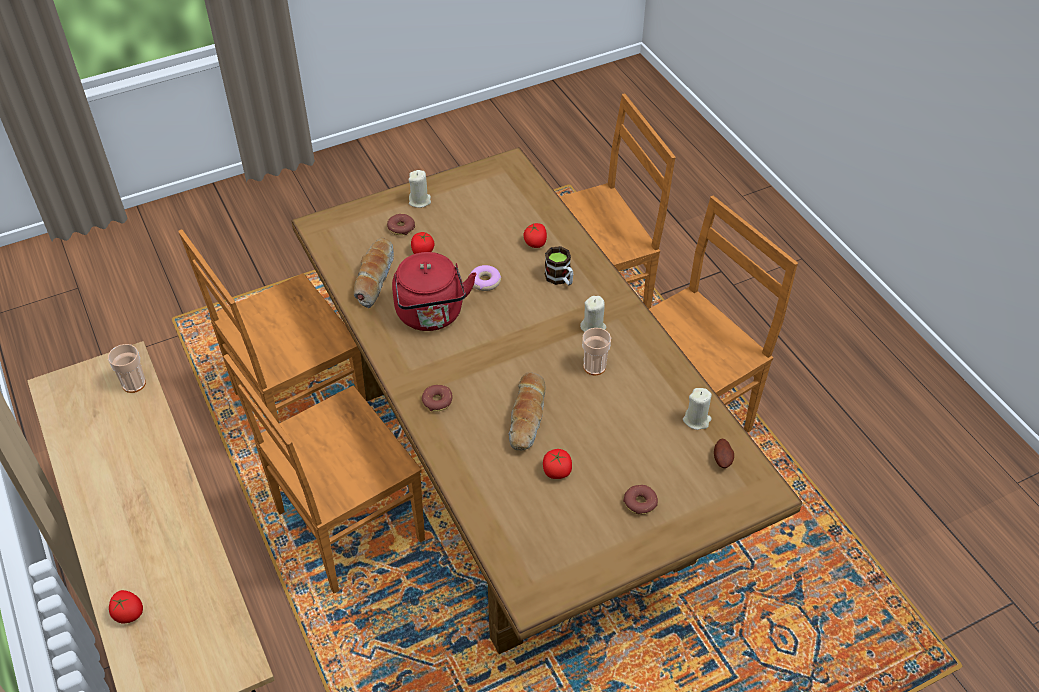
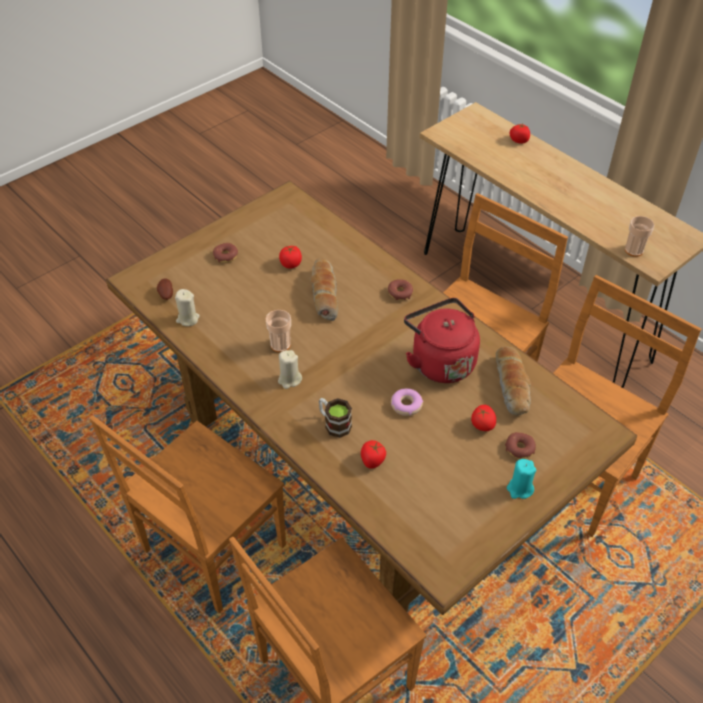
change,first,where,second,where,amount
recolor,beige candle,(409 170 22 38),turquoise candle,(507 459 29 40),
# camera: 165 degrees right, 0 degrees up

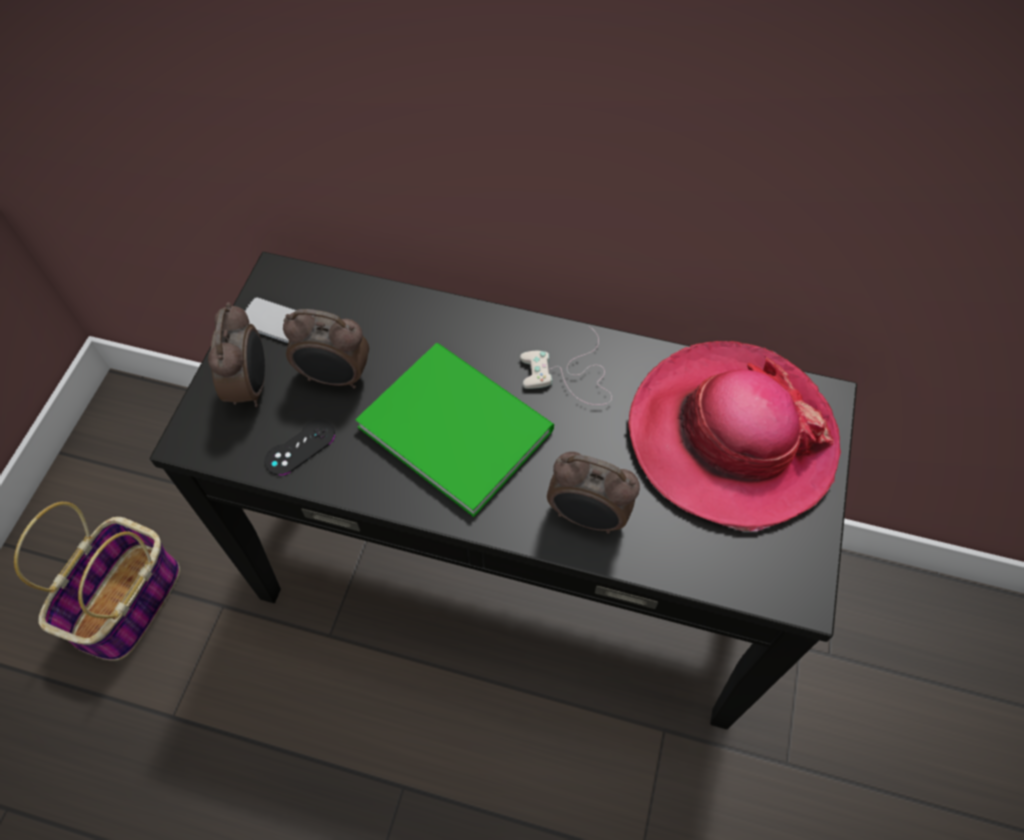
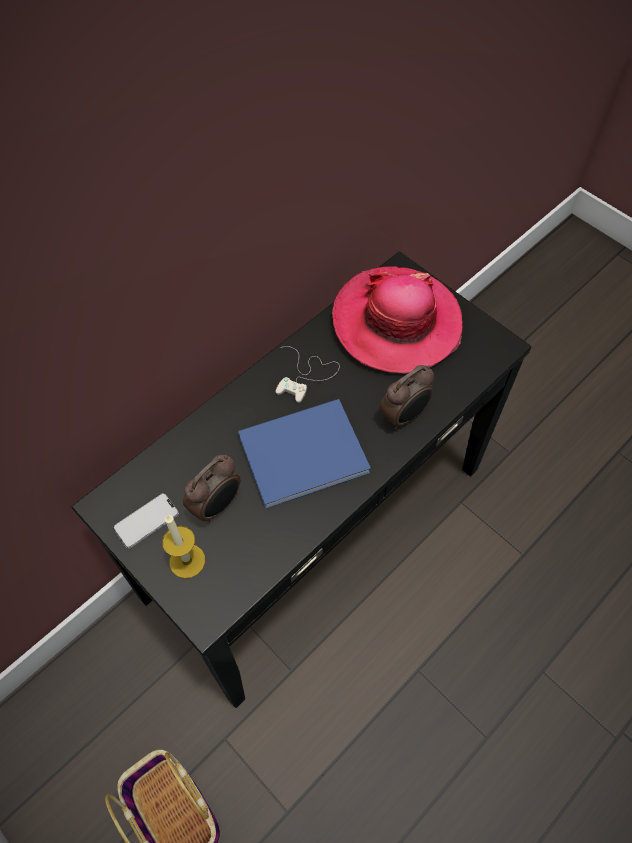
change,first,where,second,where,amount
replace,alarm clock,(208 302 57 105),candle,(162 515 43 64),
recolor,green book,(355 343 199 174),blue book,(238 399 133 110),
delete,black game controller,(265 419 70 56),,,
# camera: 60 degrees left, 0 degrees up

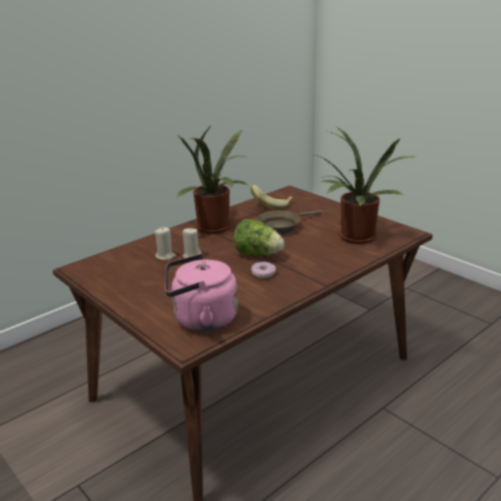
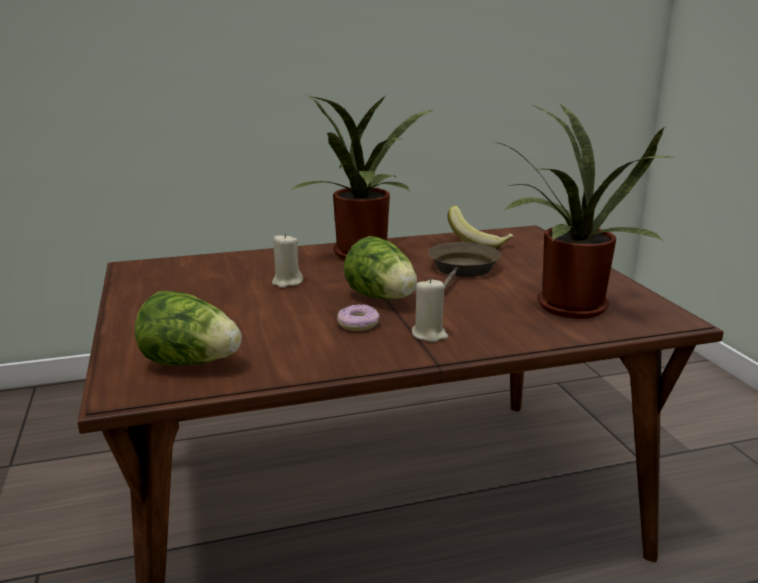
change,first,where,second,where,amount
rotate,brown frying pan,(256 210 66 24),,(428 242 73 49),120 degrees clockwise
move,beige candle,(155 227 21 33),,(412 278 36 64),
replace,pink kettle,(165 254 73 77),lettuce,(135 291 107 74),
# camera: 25 degrees right, 5 degrees down

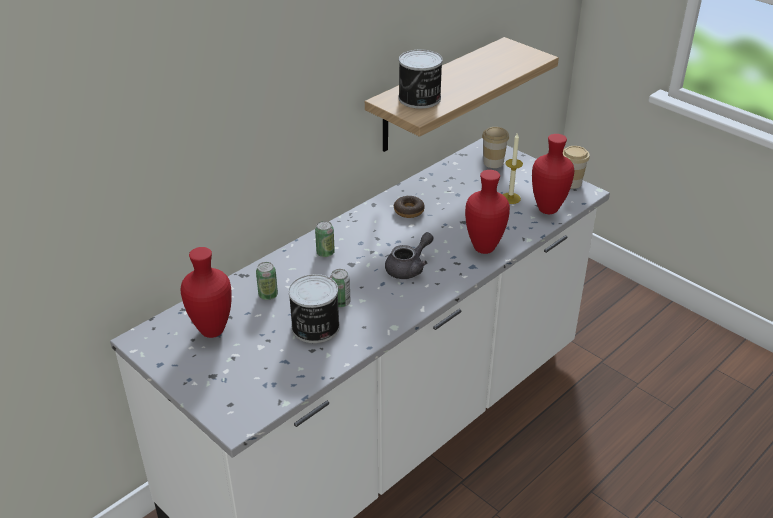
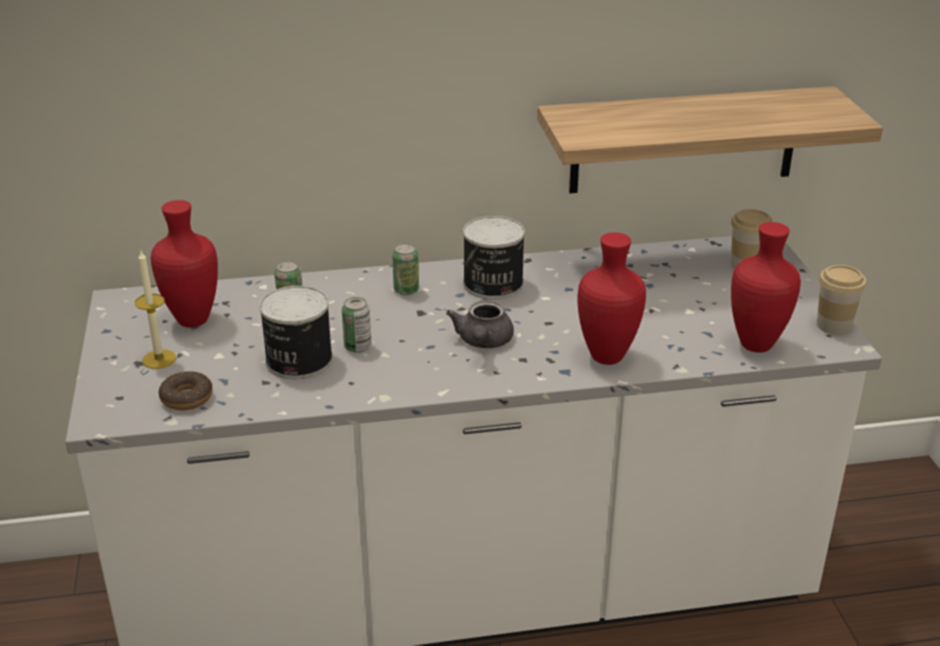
change,first,where,second,where,amount
move,can,(398 50 45 59),,(463 216 62 83),
move,candle,(503 133 20 71),,(135 251 41 118),
move,donut,(394 196 31 22),,(159 371 54 39),
rotate,grey teapot,(385 232 49 47),,(446 300 68 48),105 degrees clockwise
# camera: 35 degrees right, 5 degrees down

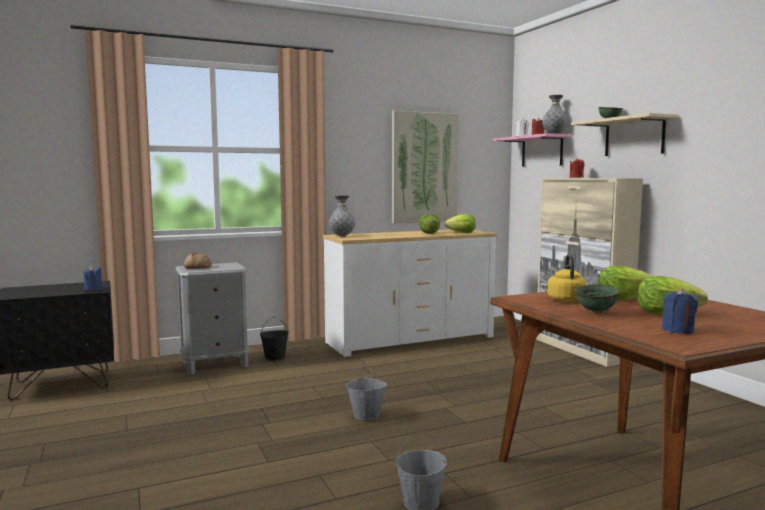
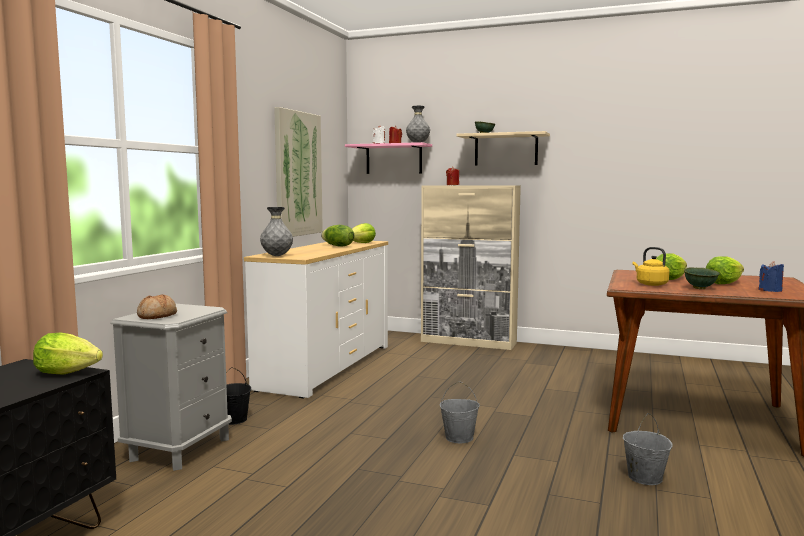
change,first,where,second,where,amount
replace,blue candle,(83 265 20 26),lettuce,(33 332 70 43),
# camera: 45 degrees left, 0 degrees up

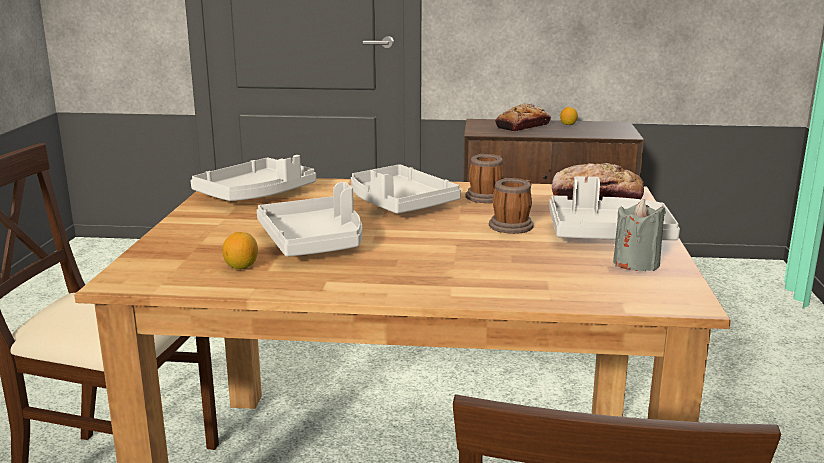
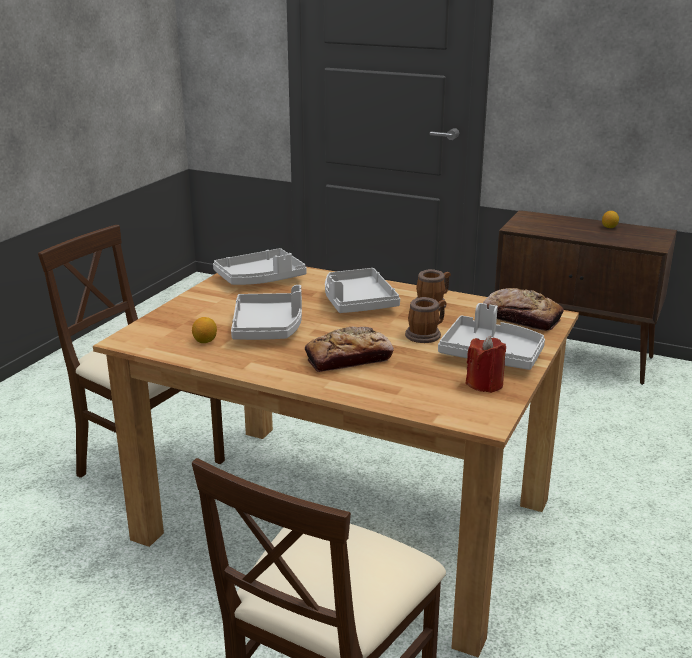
change,first,where,second,where,amount
move,bread,(495 104 56 28),,(305 327 89 45),
recolor,grey candle,(613 199 53 72),red candle,(466 336 40 57),
# camera: 20 degrees right, 5 degrees up

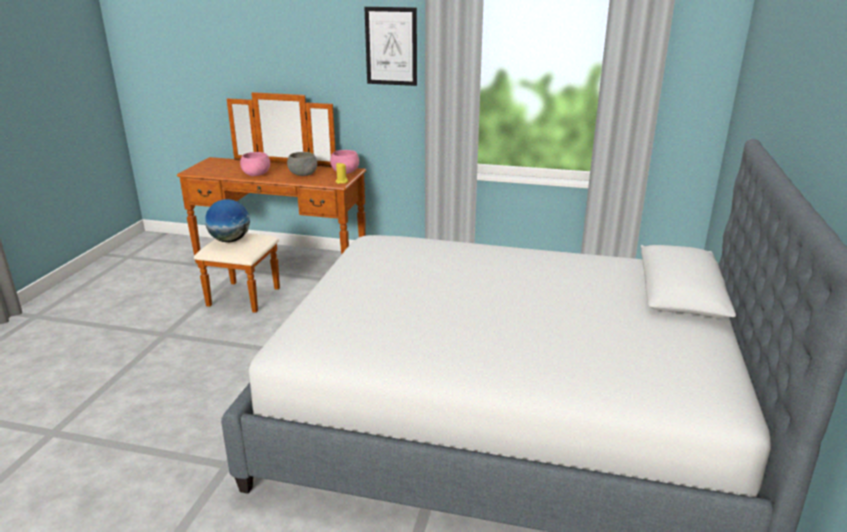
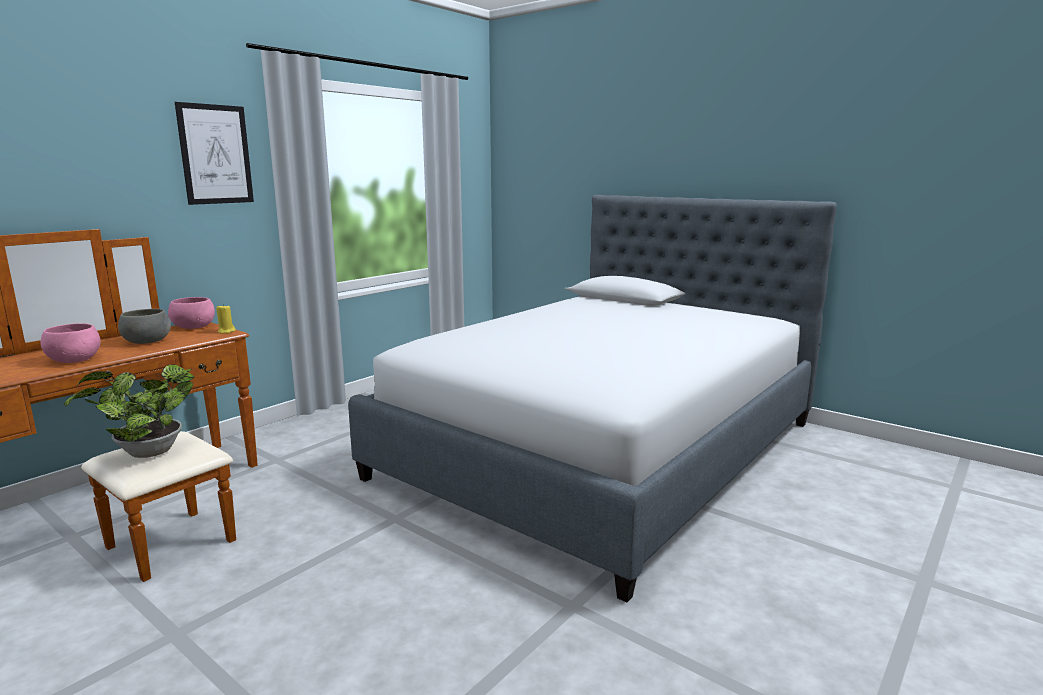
change,first,where,second,where,amount
replace,globe,(205 199 45 43),potted plant,(64 364 130 94),
# camera: 65 degrees left, 10 degrees down

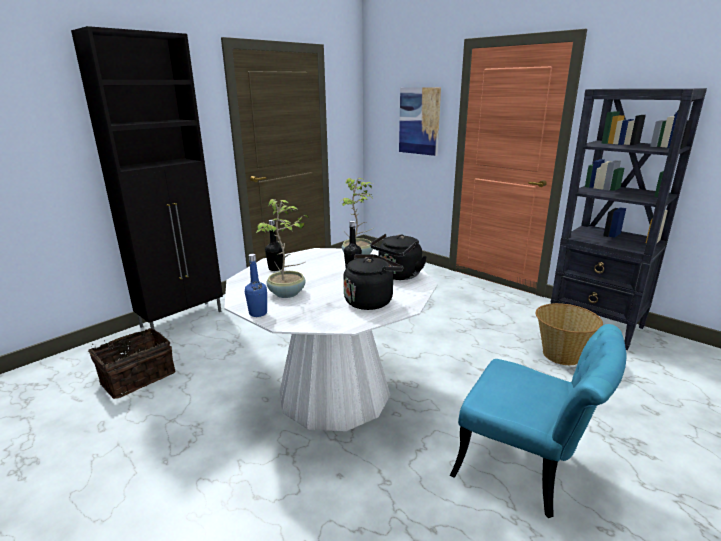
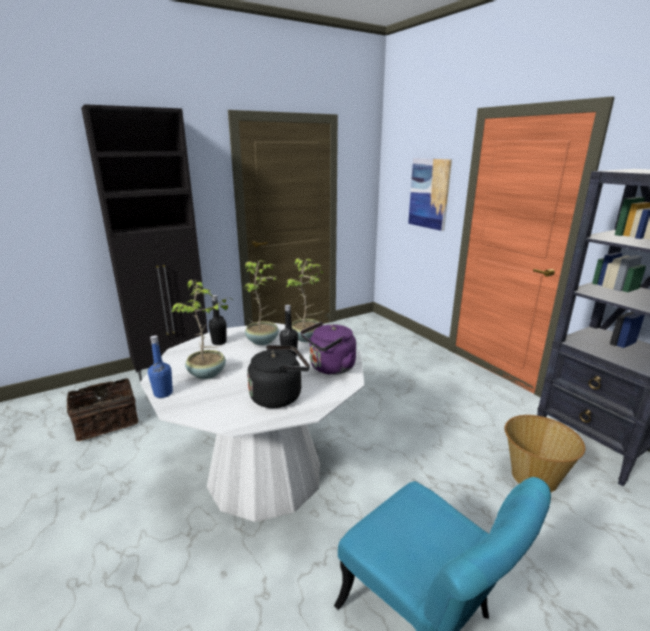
change,first,where,second,where,amount
recolor,black kettle,(370 234 57 46),purple kettle,(301 322 55 53),
insert,,,potted plant,(242 260 37 85),
# camera: 15 degrees right, 0 degrees up

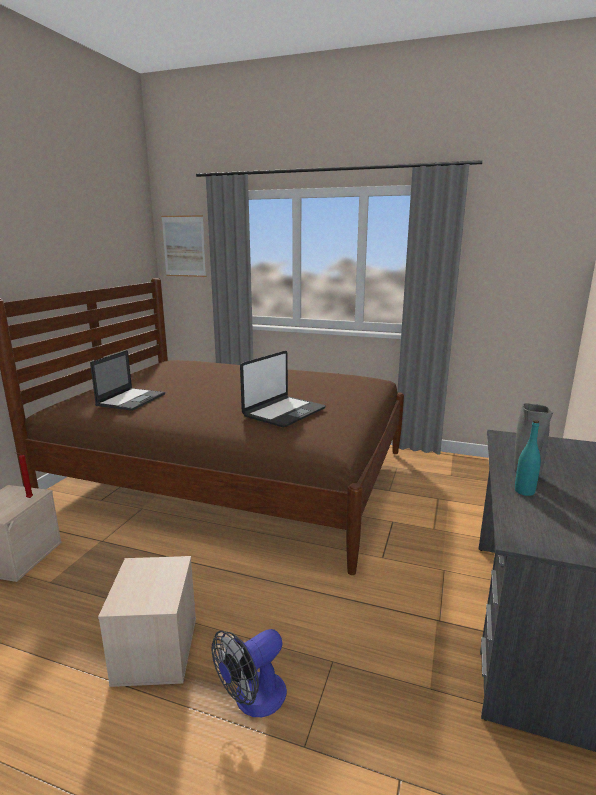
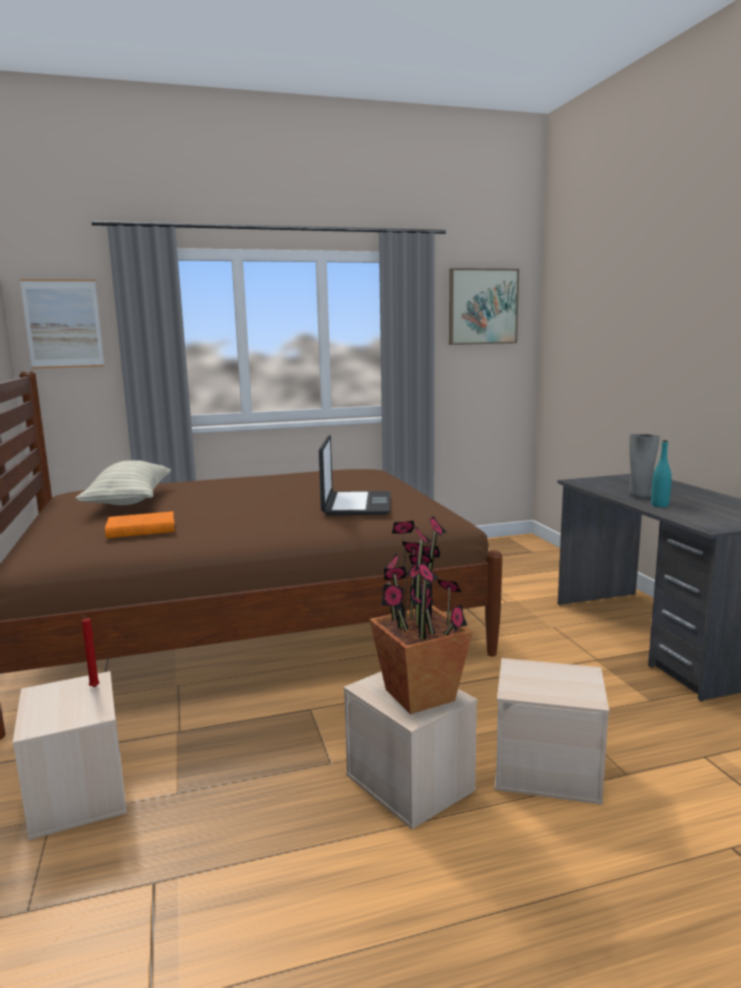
change,first,where,second,where,amount
replace,laptop,(90 350 75 61),orange book,(105 511 70 27),
replace,fan,(212 629 75 88),beige storage box,(495 658 114 147),
insert,,,picture,(449 268 70 77),
insert,,,pillow,(76 460 95 45),
insert,,,potted plant,(369 516 104 198),
# camera: 35 degrees left, 5 degrees down

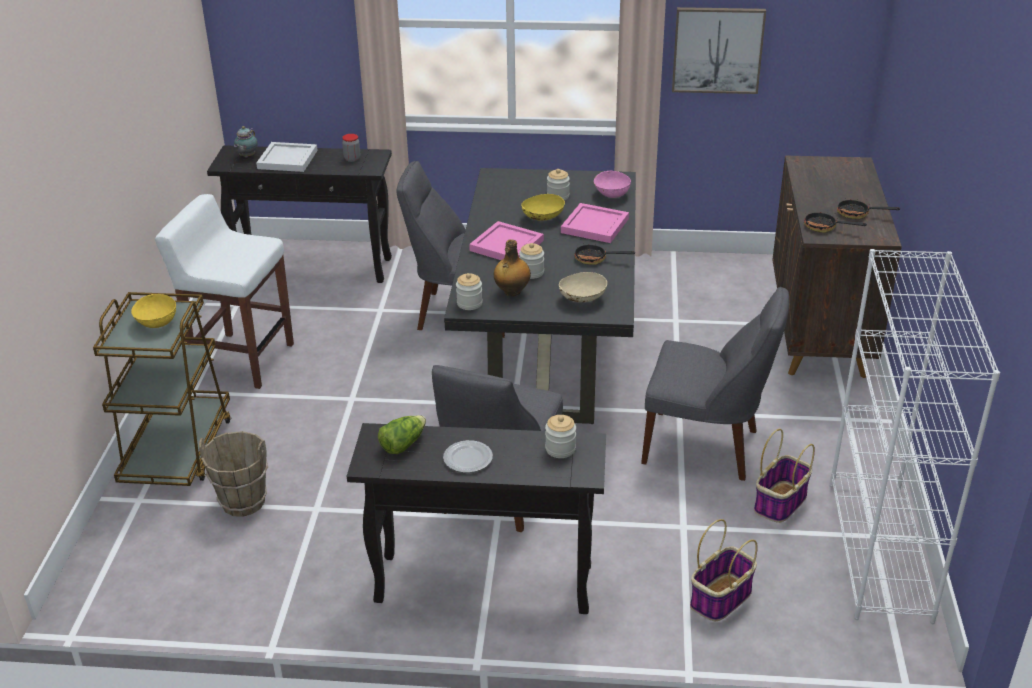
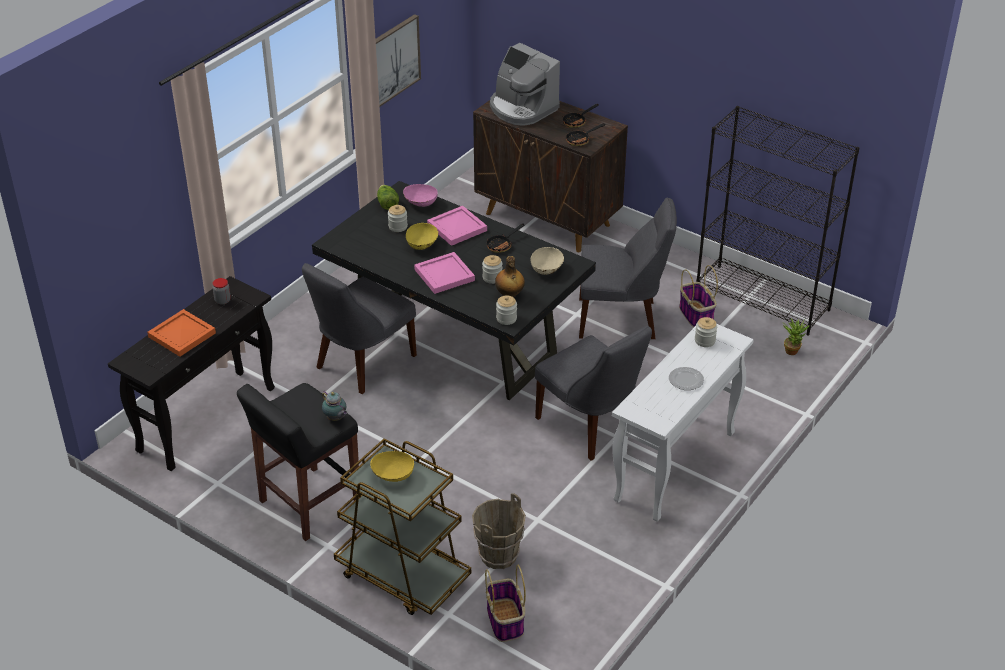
change,first,where,second,where,amount
move,teapot,(234 126 24 32),,(322 391 25 30),
recolor,white tray,(256 142 62 30),orange tray,(147 309 69 48),
recolor,white stool,(155 194 139 195),black stool,(237 383 122 158),
recolor,white bookcase,(830 249 170 375),black bookcase,(696 106 163 230),
rotate,grey chair,(641 287 148 194),,(579 198 98 141),45 degrees clockwise
move,lettuce,(378 415 48 39),,(377 185 22 25),
recolor,black console table,(347 423 259 191),white console table,(612 324 142 198),
move,basket,(690 519 68 103),,(485 565 41 77),
insert,,,coffee machine,(490 43 70 83),
insert,,,potted plant,(783 318 27 37),
# camera: 60 degrees left, 5 degrees up

